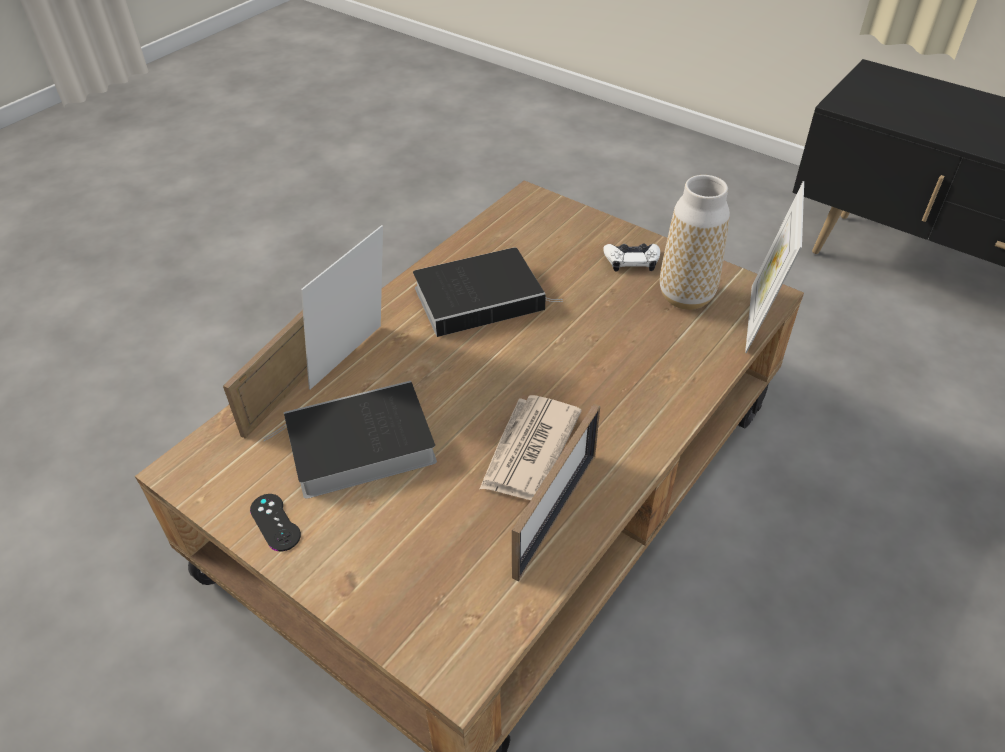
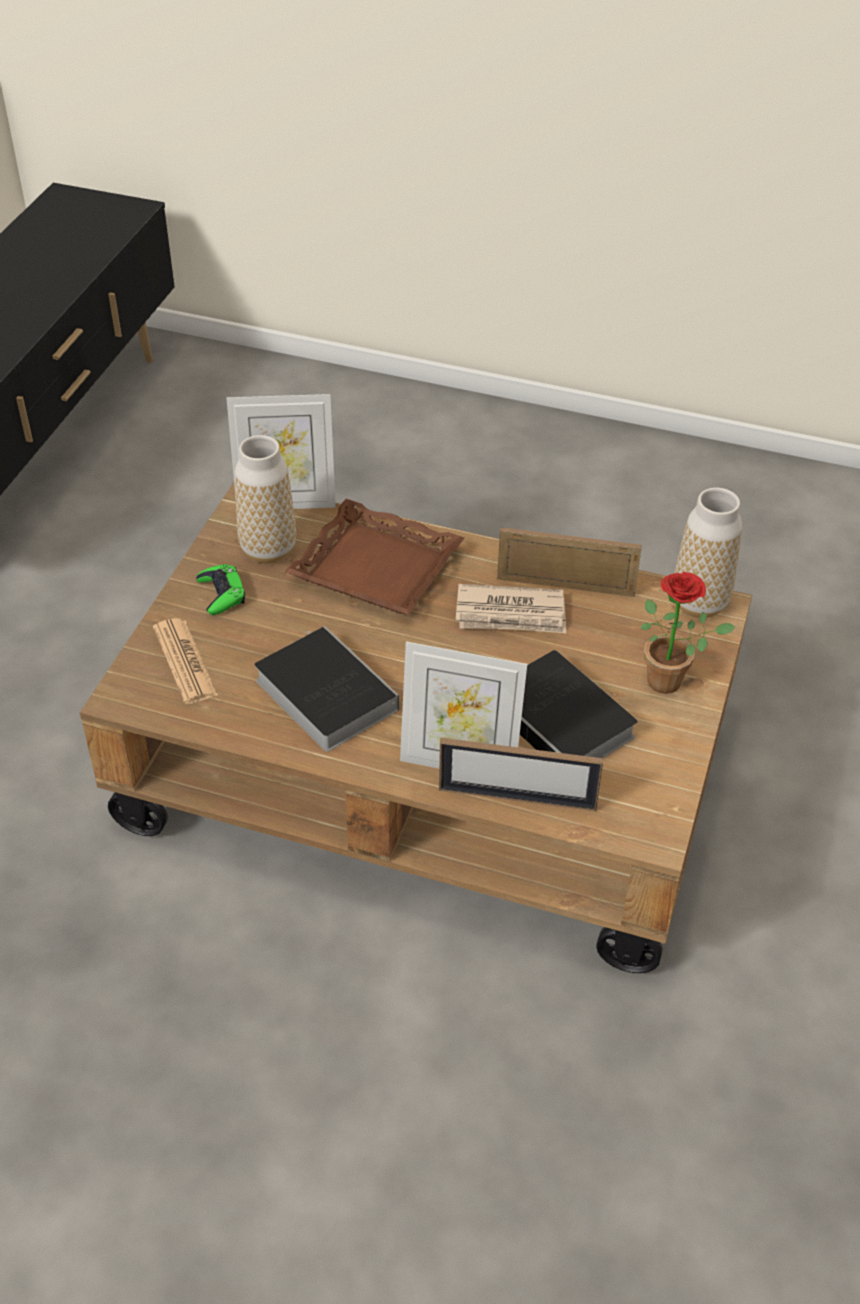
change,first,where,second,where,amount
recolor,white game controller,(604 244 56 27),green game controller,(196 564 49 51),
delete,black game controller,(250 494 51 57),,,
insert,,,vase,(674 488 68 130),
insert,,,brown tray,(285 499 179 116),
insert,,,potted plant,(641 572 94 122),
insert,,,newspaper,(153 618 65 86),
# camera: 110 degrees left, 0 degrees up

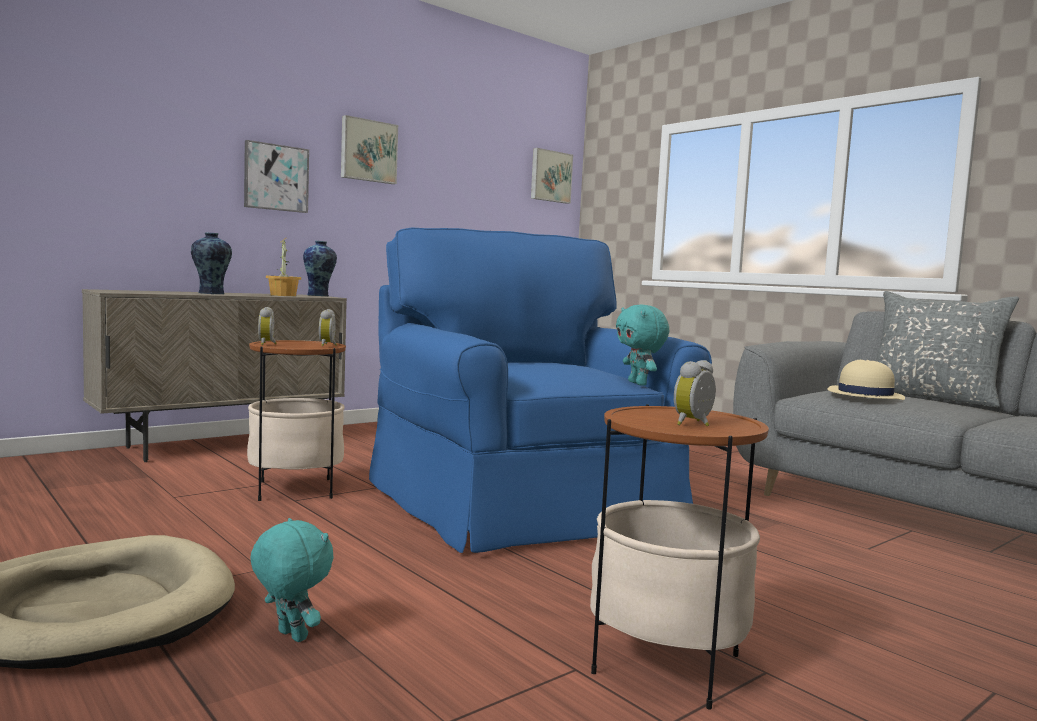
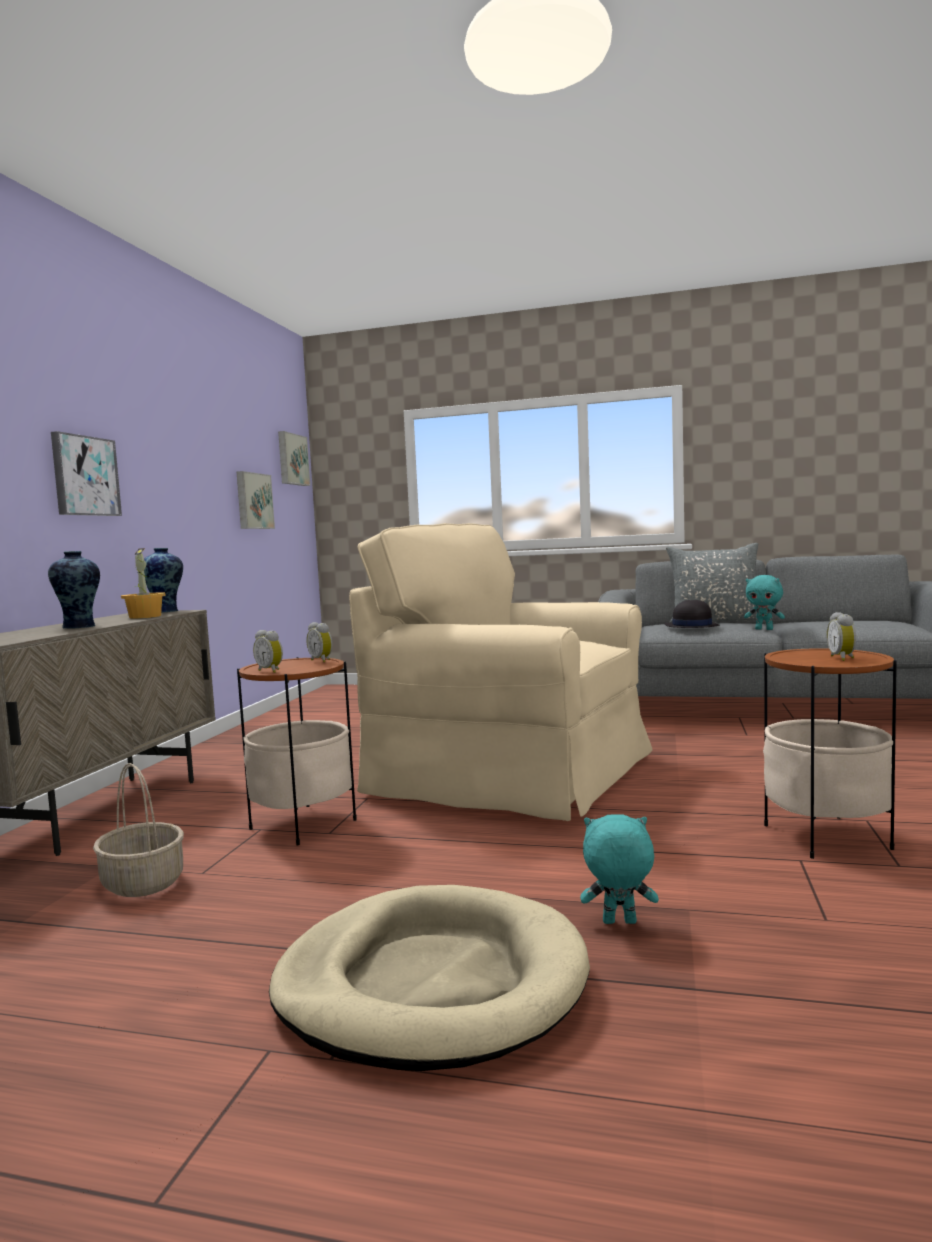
change,first,where,second,where,amount
move,picture,(341 115 57 69),,(237 471 38 58),
recolor,blue armchair,(369 227 343 326),beige armchair,(349 523 303 298),
move,turquoise plush toy,(616 305 53 80),,(744 575 41 55),
recolor,beige hat,(827 360 78 40),black hat,(664 600 55 28),
insert,,,basket,(93 763 91 134),
# camera: 35 degrees left, 0 degrees up

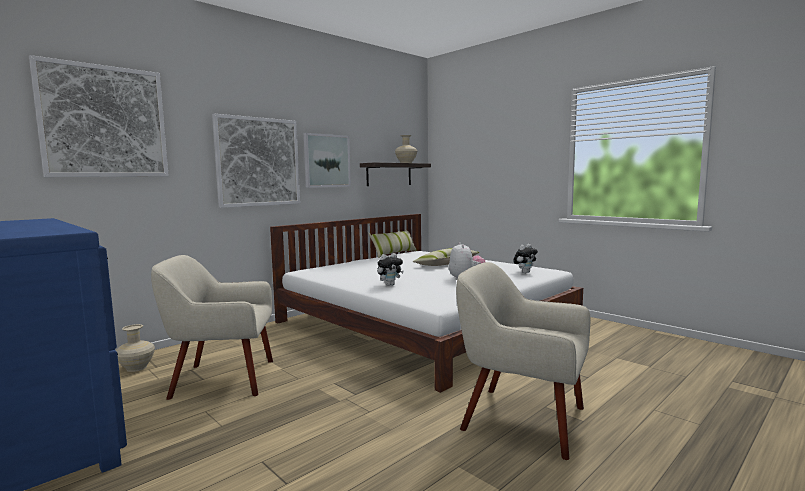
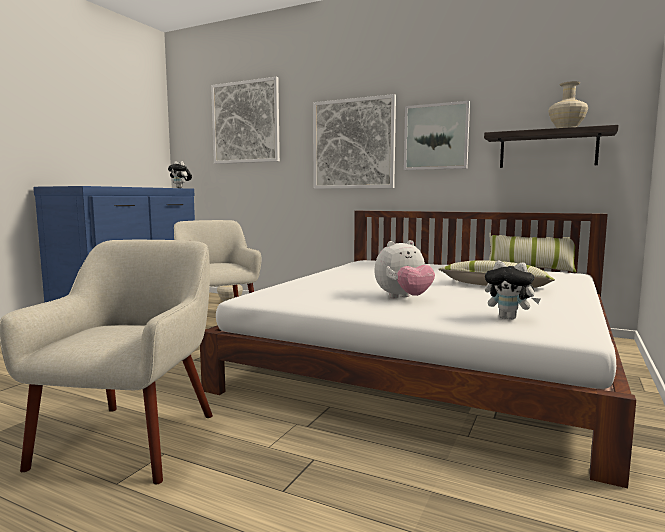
change,first,where,second,where,amount
move,plush toy,(377 253 27 33),,(168 161 24 27),
# camera: 70 degrees right, 0 degrees up

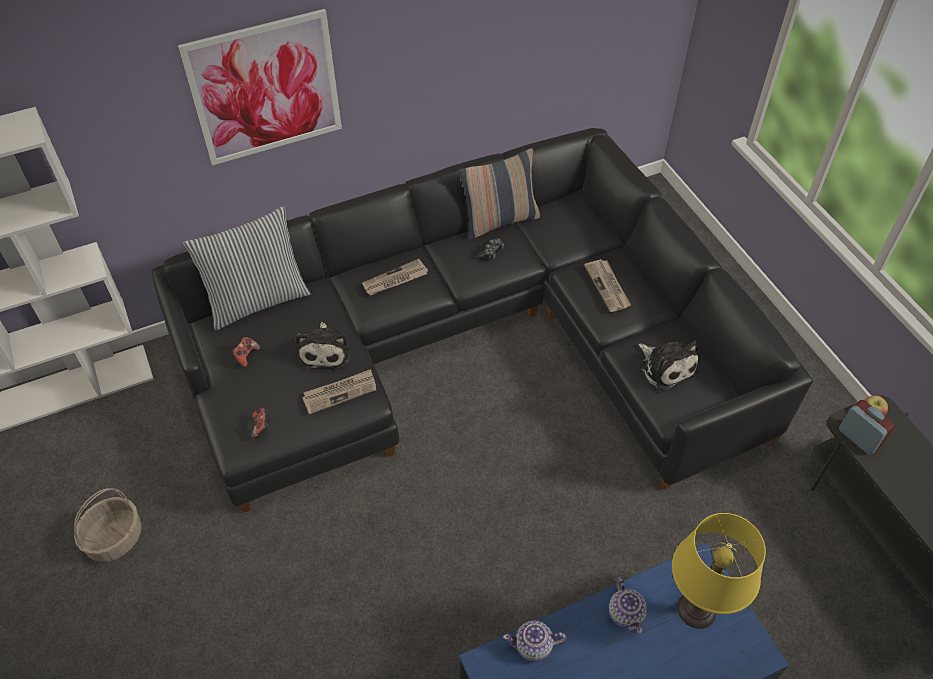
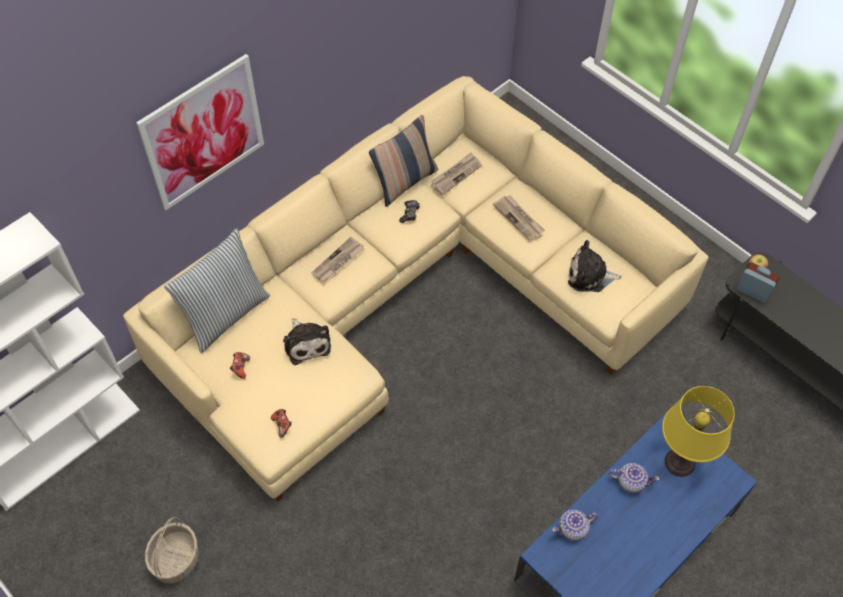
change,first,where,second,where,amount
recolor,black sofa,(152 128 661 385),beige sofa,(123 76 586 426),
rotate,plush toy,(639 341 59 51),,(568 240 54 52),150 degrees clockwise
move,newspaper,(302 369 74 46),,(430 152 52 43),
rotate,teapot,(609 577 38 57),,(608 463 52 31),45 degrees counterclockwise
# camera: 20 degrees left, 5 degrees up

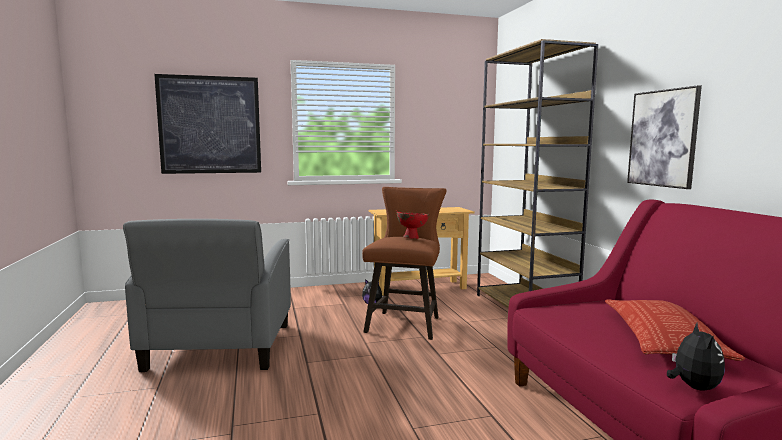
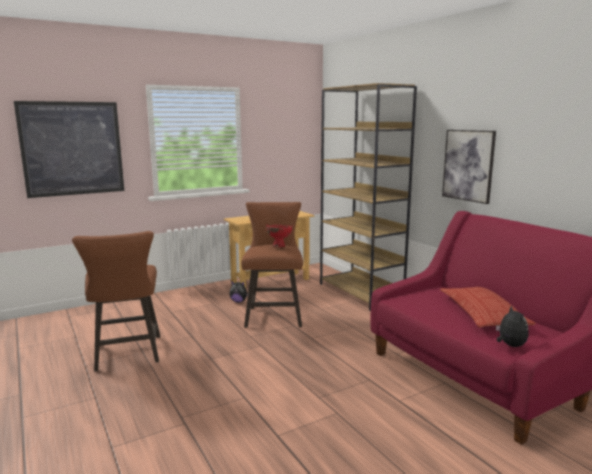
change,first,where,second,where,amount
replace,grey armchair,(123 219 168 153),brown stool,(72 231 88 140),
# camera: 15 degrees left, 5 degrees up

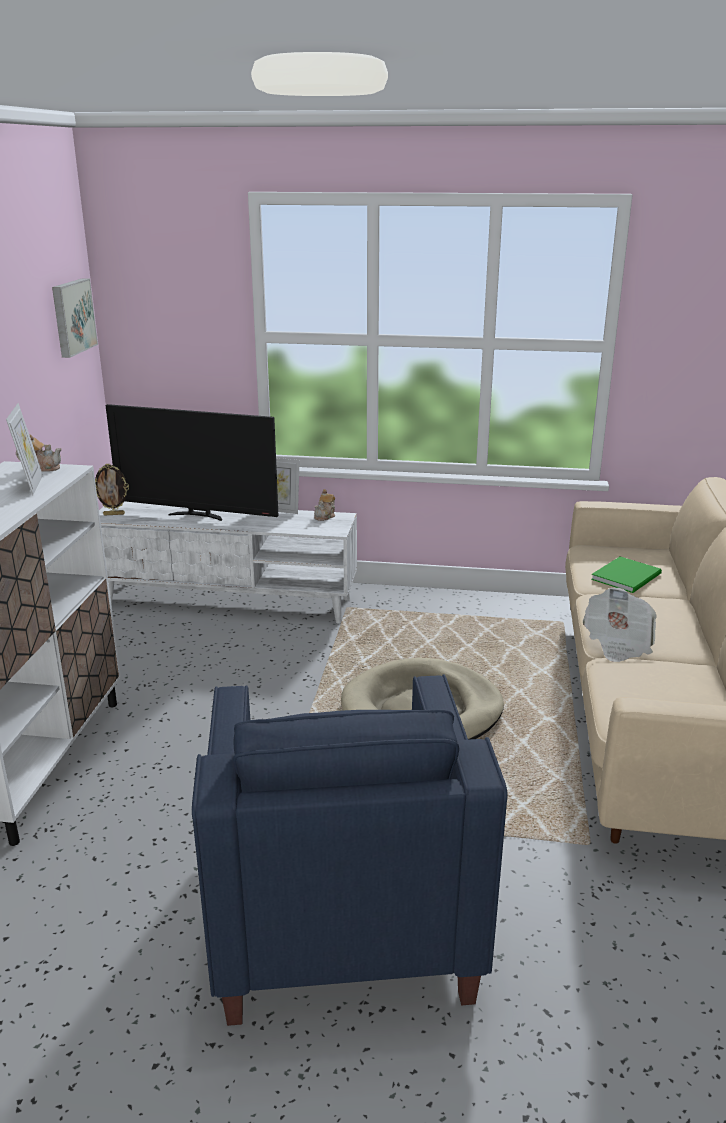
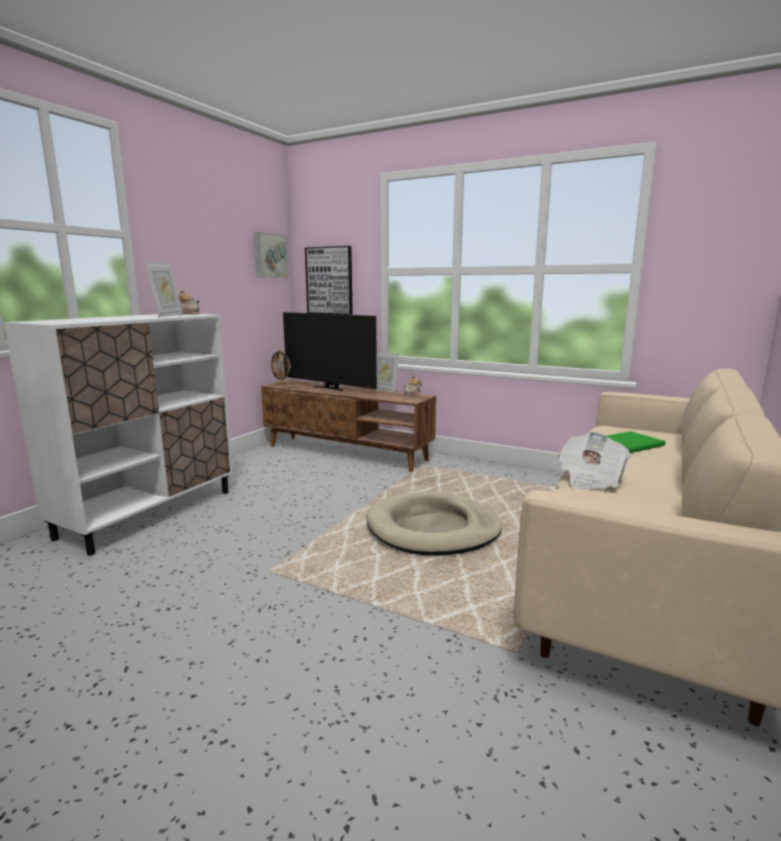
change,first,where,second,where,amount
recolor,white tv stand,(99 501 258 122),brown tv stand,(261 380 175 92),
delete,blue armchair,(192 675 316 351),,,
insert,,,picture,(305 246 48 69),
# camera: 20 degrees right, 10 degrees down

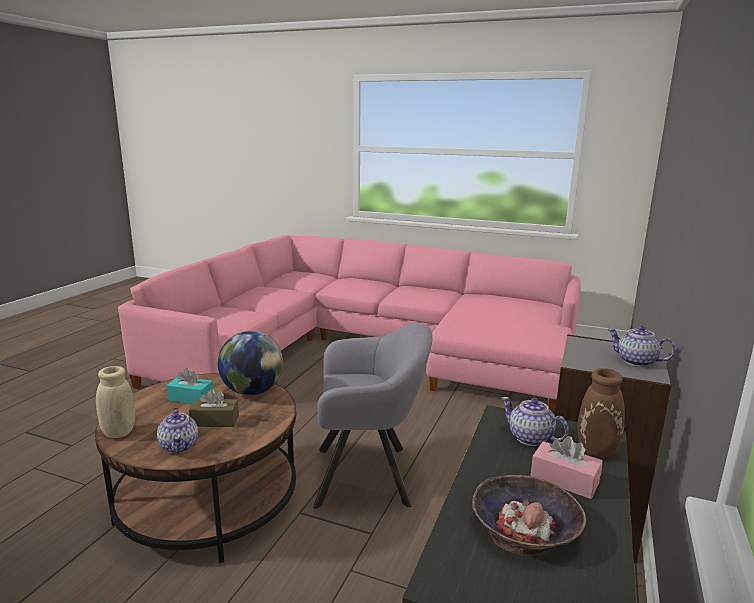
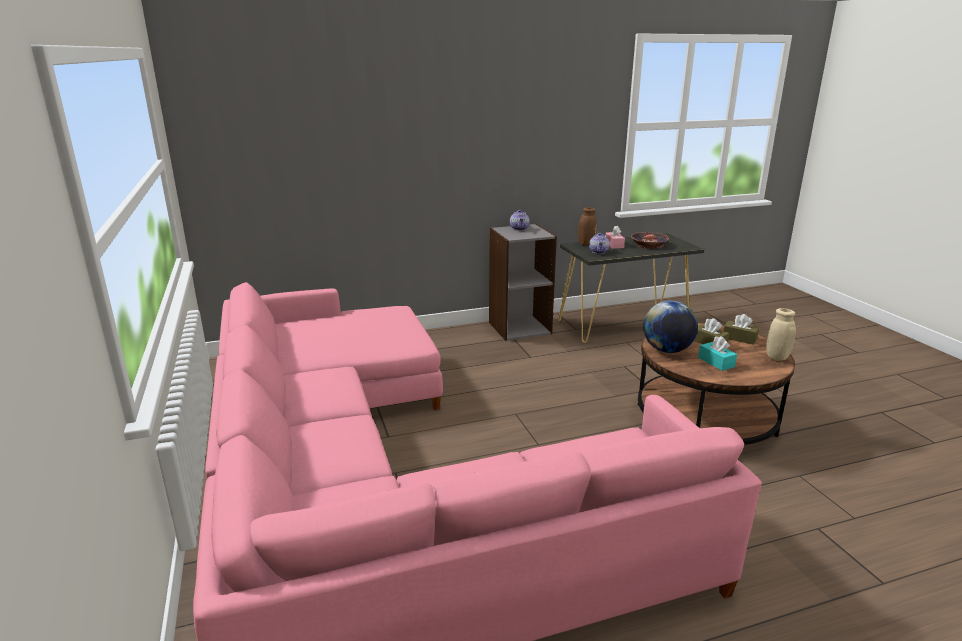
change,first,where,second,where,amount
delete,grey armchair,(313 322 120 187),,,
replace,teapot,(157 407 41 46),brown tissue box,(723 314 36 31),
# camera: 130 degrees left, 5 degrees up

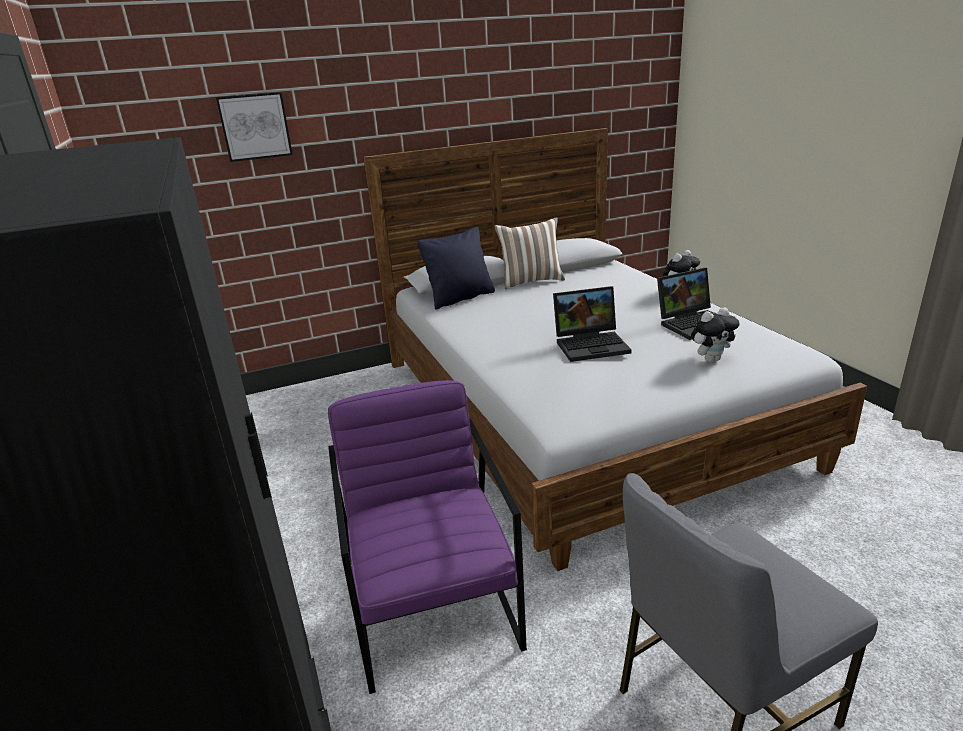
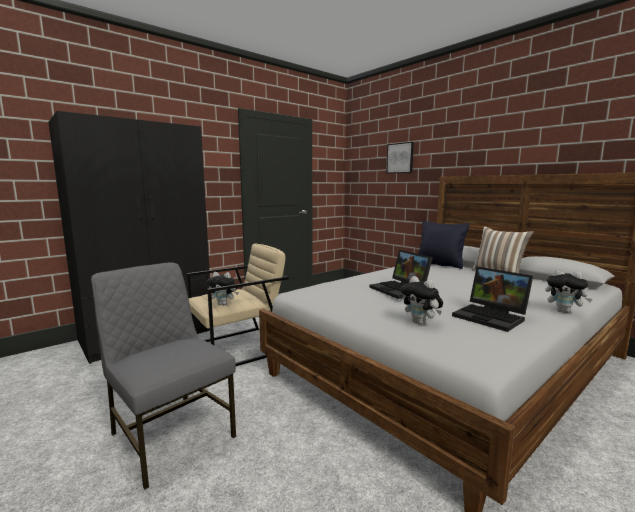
change,first,where,second,where,amount
recolor,purple armchair,(328 380 199 314),beige armchair,(187 244 101 122),
insert,,,plush toy,(207 272 32 33),
# camera: 70 degrees right, 15 degrees down

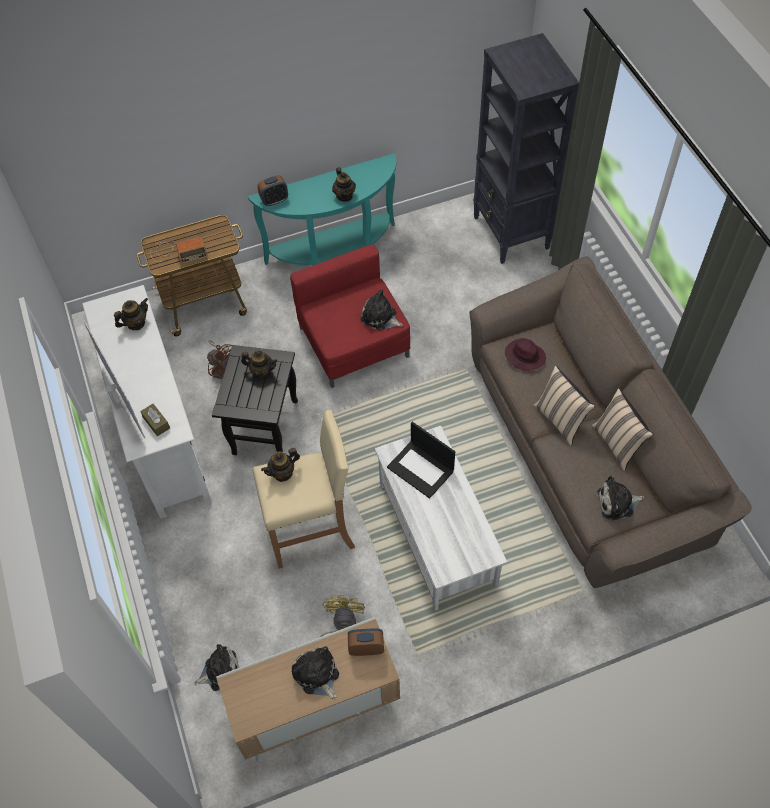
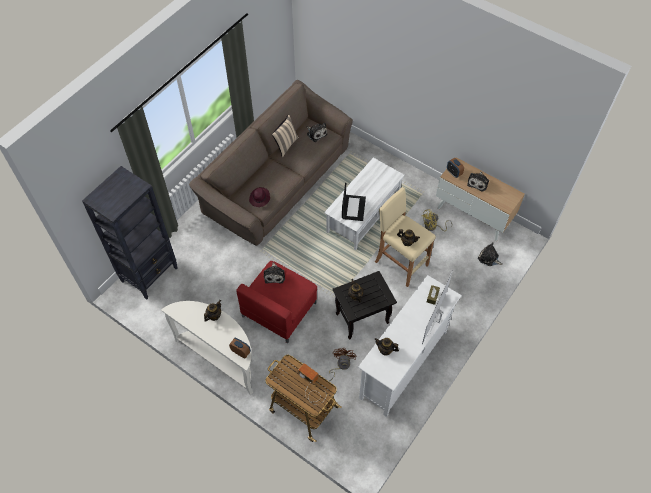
change,first,where,second,where,amount
recolor,turquoise console table,(248 153 148 113),white console table,(161 301 92 94),
delete,beige pillow,(533 366 62 80),,,
# camera: 125 degrees left, 0 degrees up

